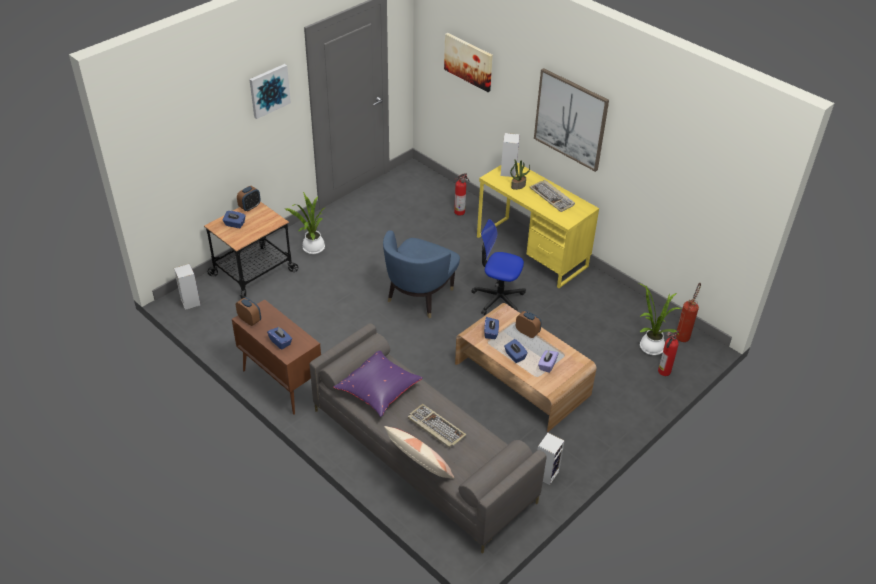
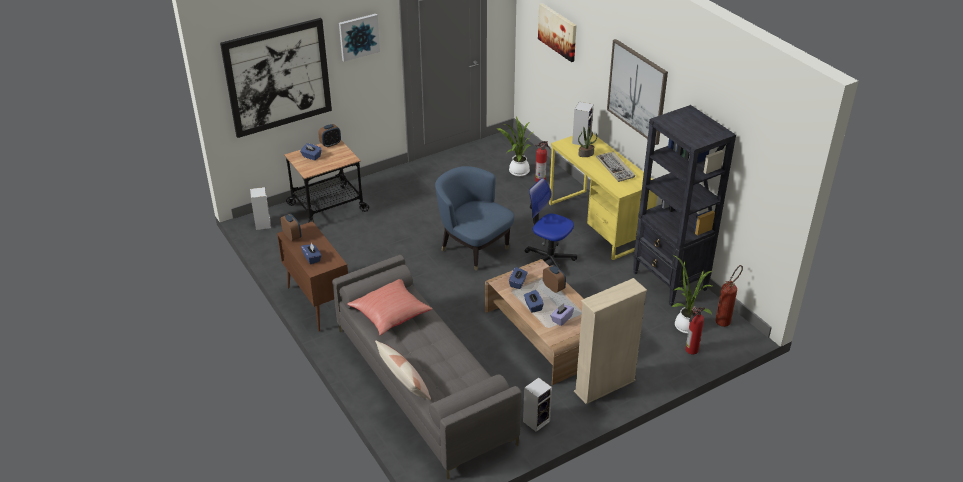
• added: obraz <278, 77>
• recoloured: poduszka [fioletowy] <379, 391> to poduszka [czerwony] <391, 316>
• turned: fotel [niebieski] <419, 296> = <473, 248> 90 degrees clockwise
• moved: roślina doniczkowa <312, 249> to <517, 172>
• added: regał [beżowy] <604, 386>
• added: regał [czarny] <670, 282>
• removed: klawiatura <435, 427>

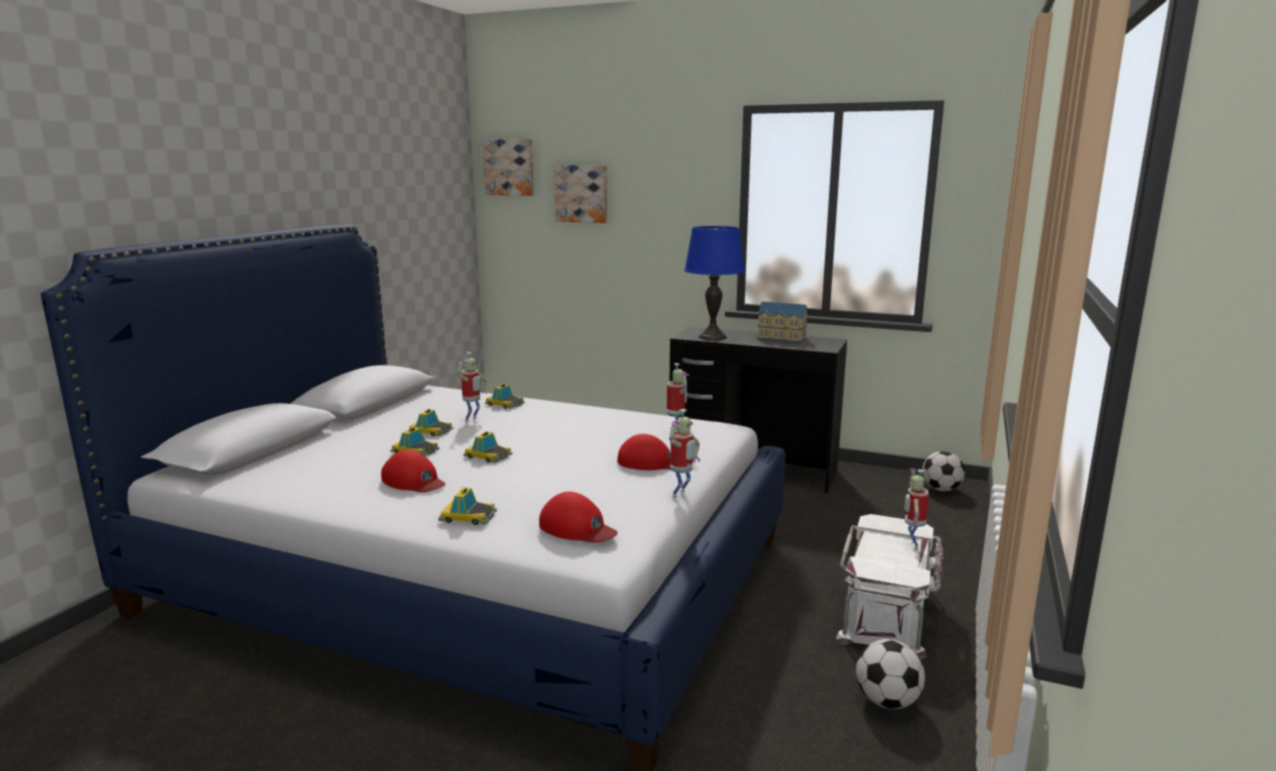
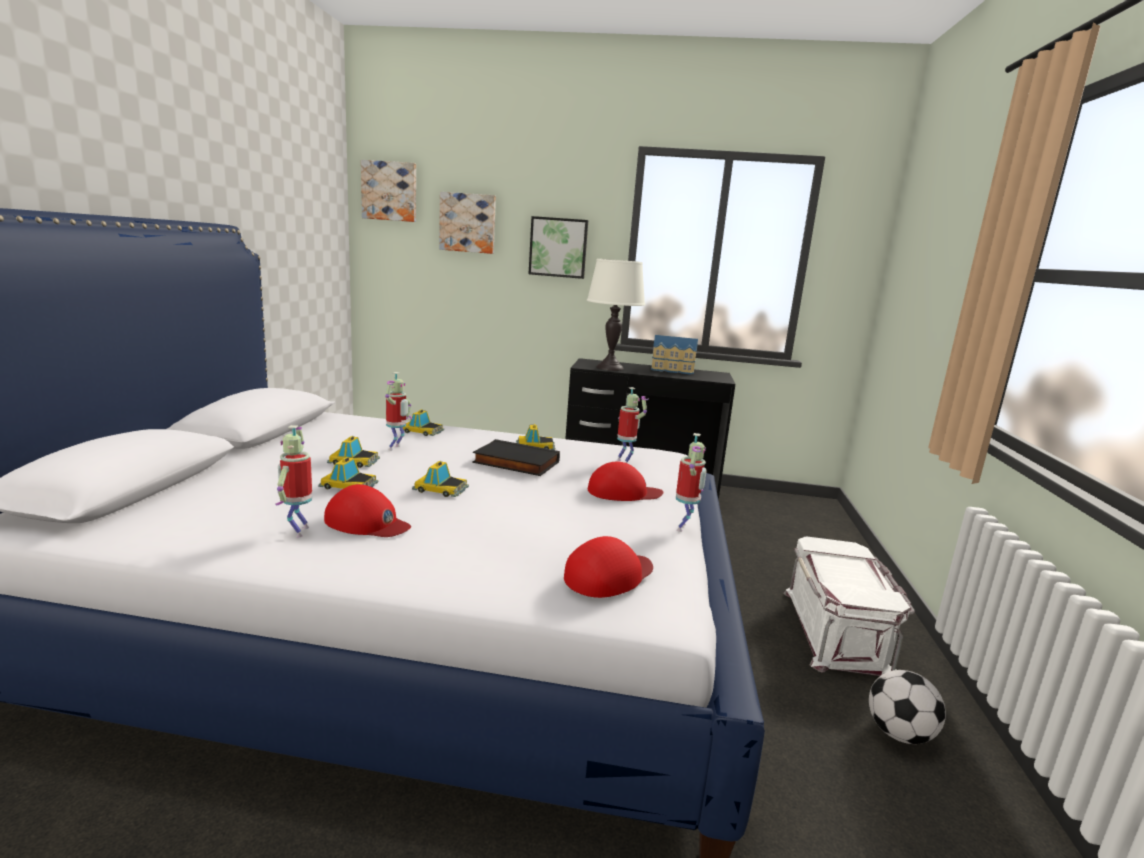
• moved: robot zabawkowy <912, 544> to <298, 531>
• added: książka [czarny] <515, 463>
• moved: samochodzik <468, 516> to <535, 446>
• added: obraz <558, 247>
• turned: czapka z daszkiem [czerwony] <577, 528> = <609, 576> 60 degrees counterclockwise
• recoloured: lampa stołowa [niebieski] <712, 337> to lampa stołowa [biały] <610, 368>
• removed: piłka futbolowa <941, 489>

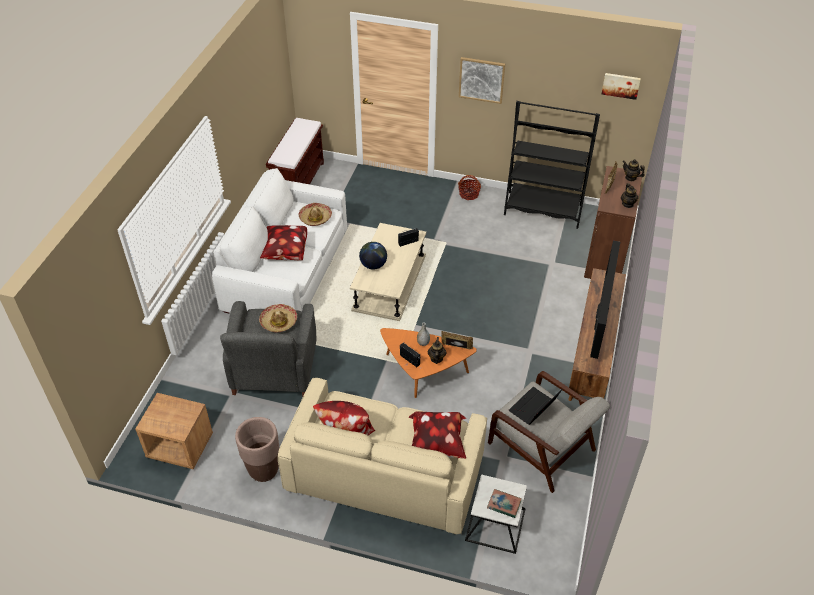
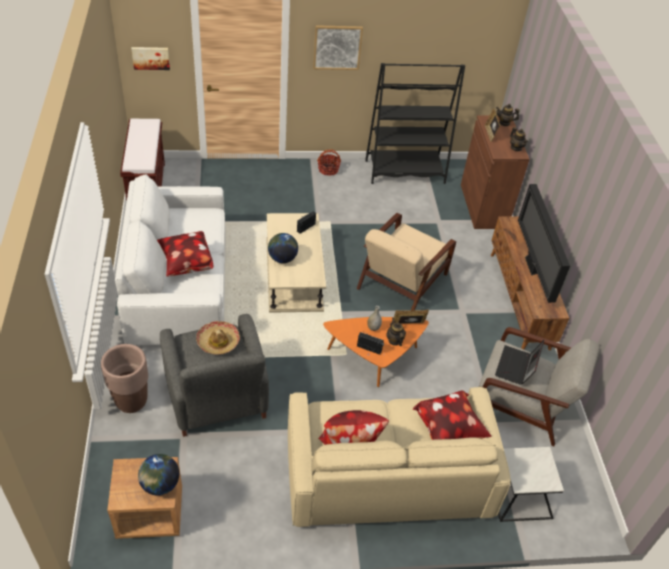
• moved: donica [brązowy] <263, 470> to <131, 401>
• moved: obraz <621, 85> to <151, 57>
• added: globus <160, 484>
• added: fotel [beżowy] <401, 282>
• removed: kapelusz <315, 218>
• removed: książka <504, 504>

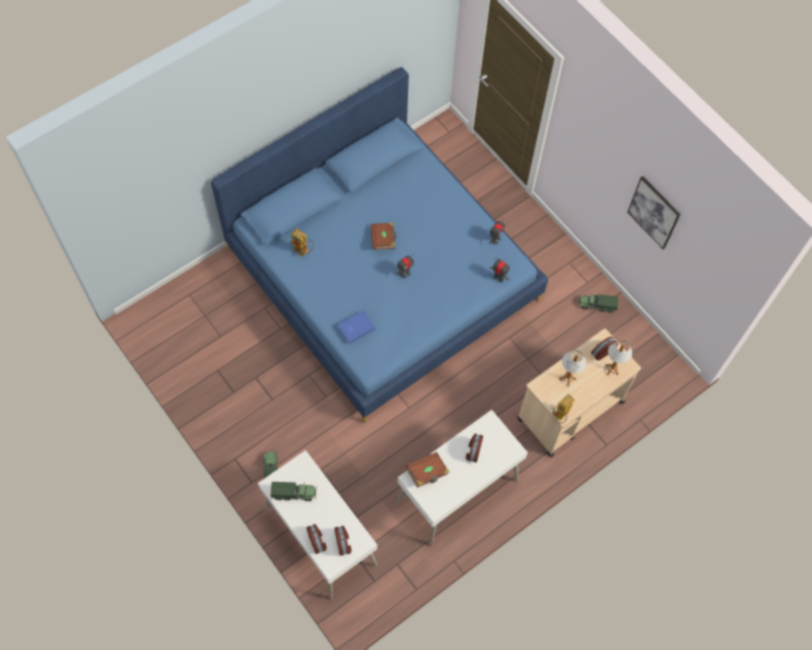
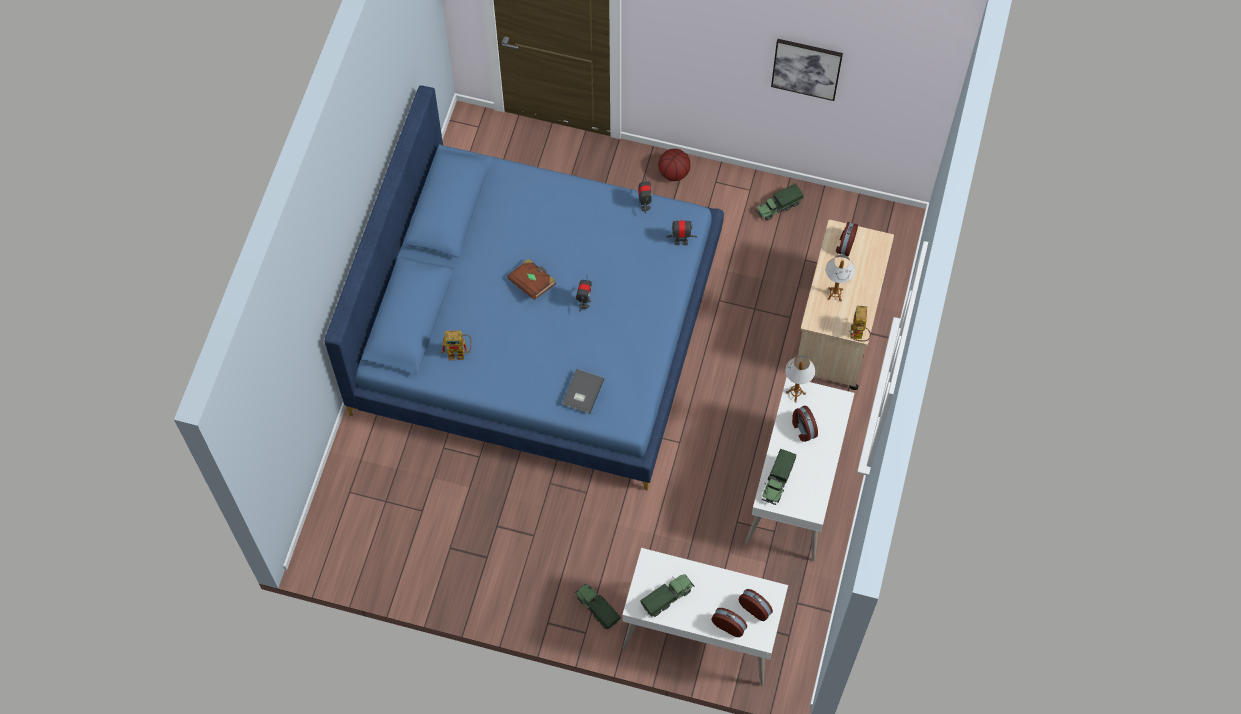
• recoloured: książka [niebieski] <355, 327> to książka [szary] <582, 392>
• added: piłka do koszykówki <674, 173>
• replaced: książka [brązowy] <427, 472> to ciężarówka zabawkowa <777, 482>
• moved: lampa stołowa <611, 370> to <795, 393>

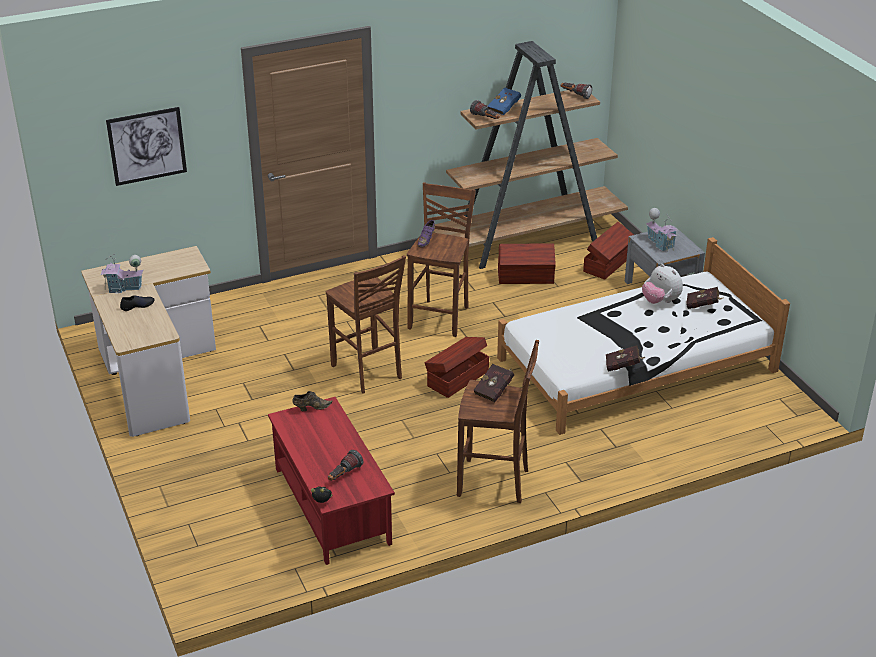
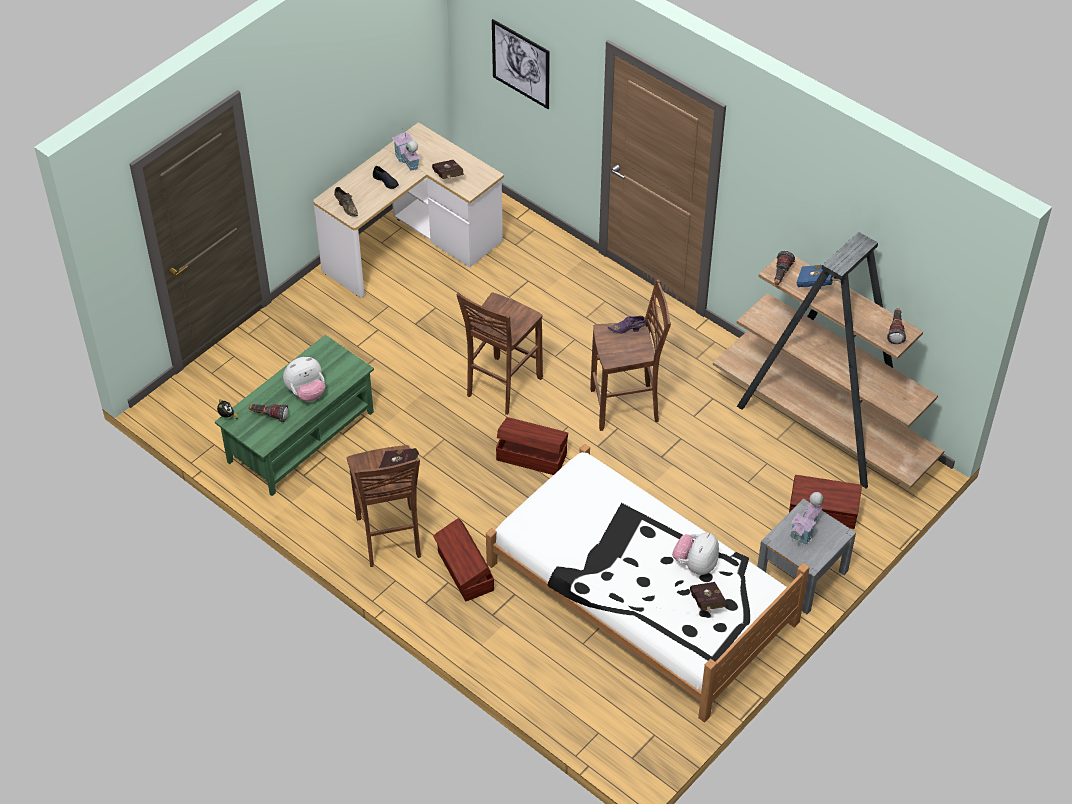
• recoloured: ława [czerwony] <331, 505> to ława [zielony] <301, 436>
• added: pluszak <306, 392>
• moved: but [brązowy] <311, 408> to <346, 207>
• moved: książka [czerwony] <623, 366> to <448, 177>
• moved: pojemnik do przechowywania [brązowy] <526, 277> to <465, 572>

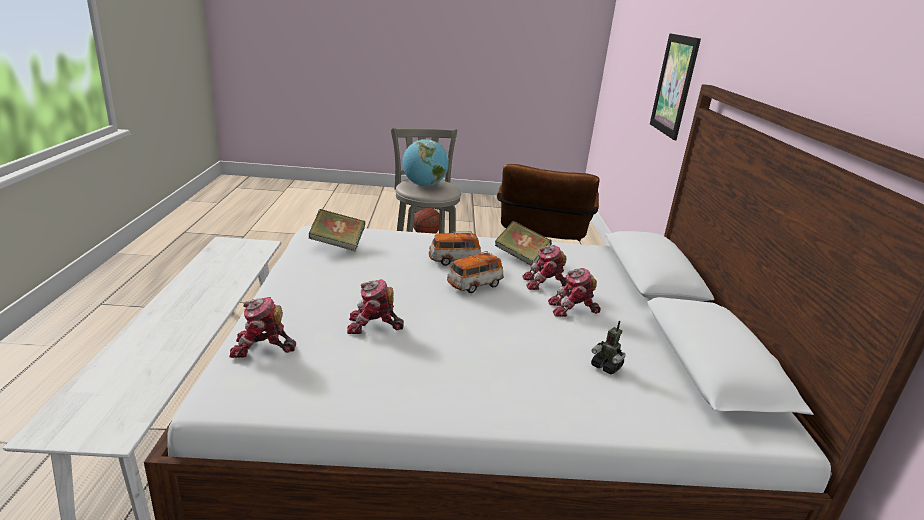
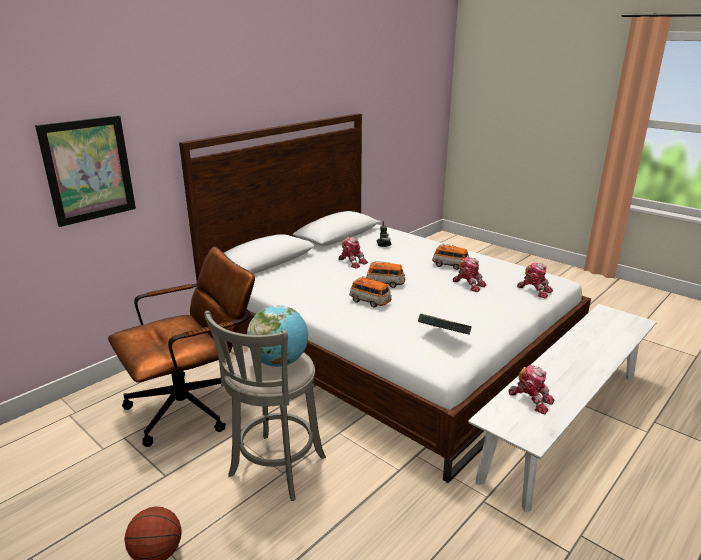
• added: samochodzik <450, 265>
• moved: robot zabawkowy <545, 284> to <531, 400>
• removed: książka <521, 257>

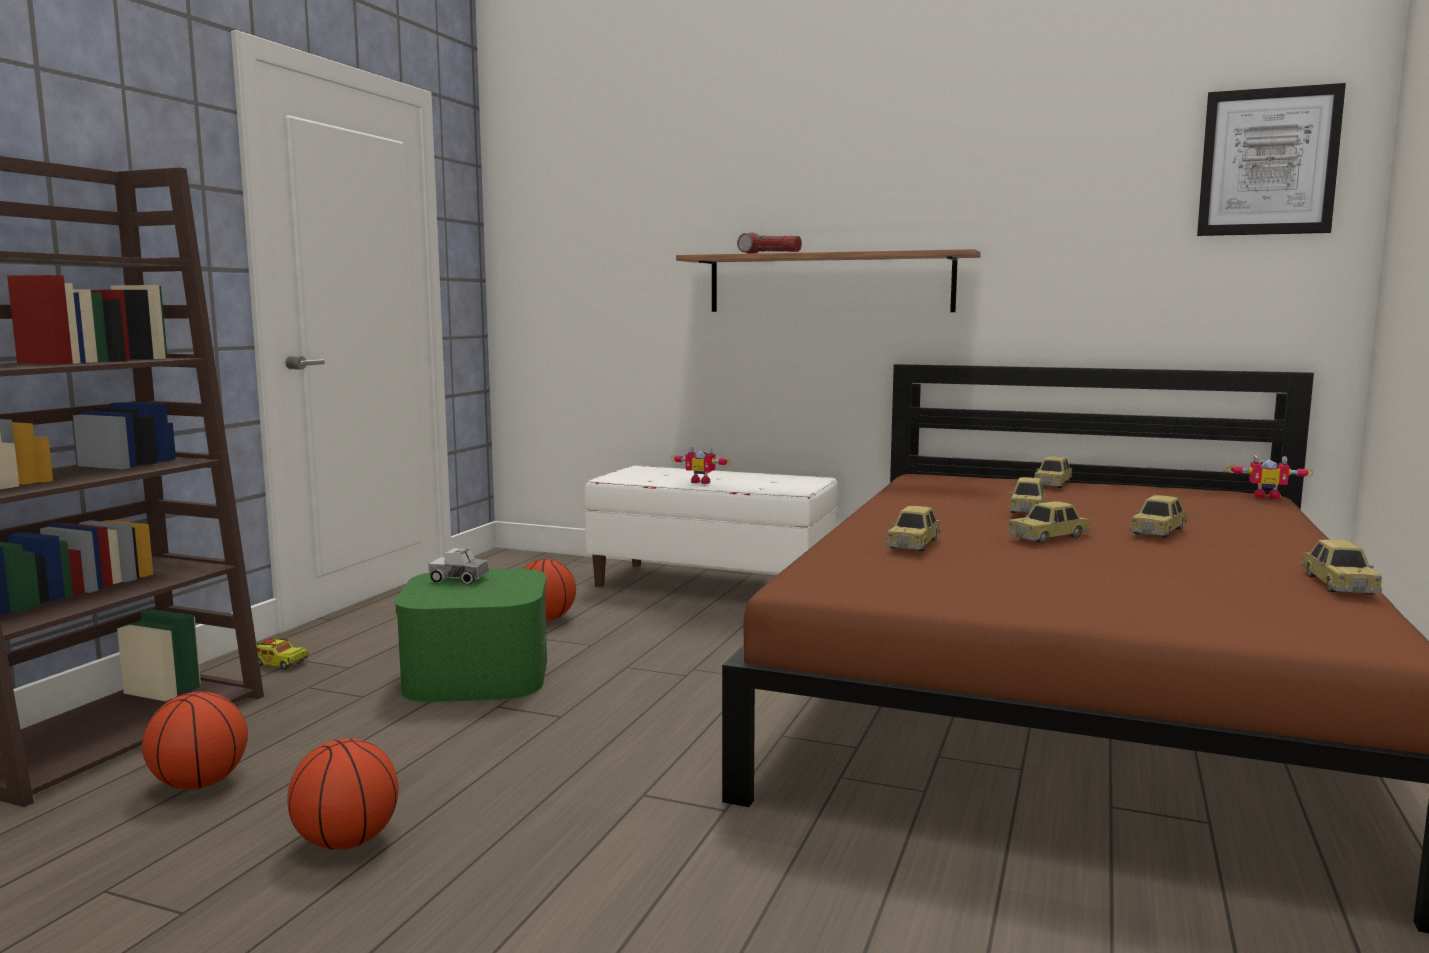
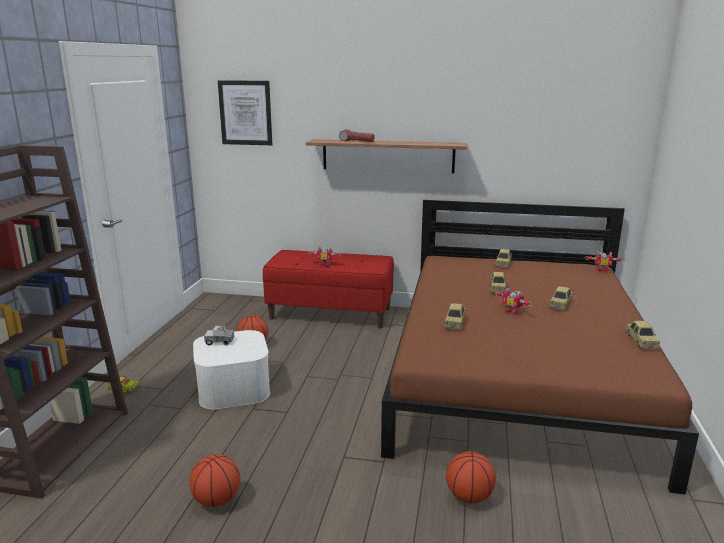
• recoloured: pojemnik do przechowywania [zielony] <476, 674> to pojemnik do przechowywania [biały] <233, 388>
• moved: obraz <1268, 162> to <245, 113>
• recoloured: ławka [biały] <713, 584> to ławka [czerwony] <331, 313>
• moved: piłka do koszykówki <200, 784> to <469, 497>
• replaced: samochodzik <1049, 537> to robot zabawkowy <513, 311>

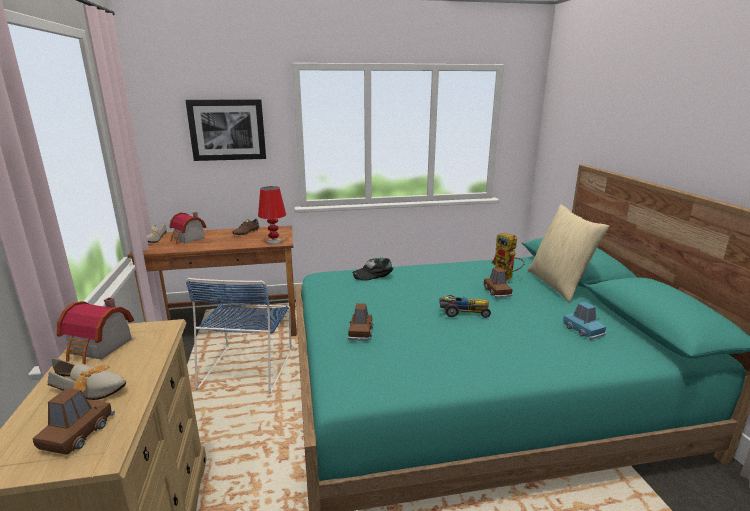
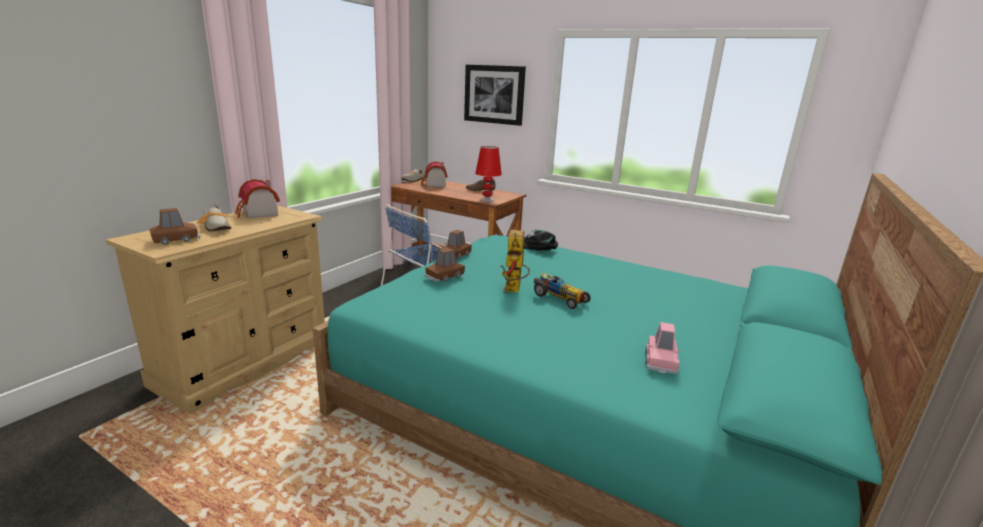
• moved: samochodzik [brązowy] <497, 292> to <455, 255>
• moved: robot zabawkowy <506, 278> to <514, 290>
• recoloured: samochodzik [niebieski] <583, 330> to samochodzik [różowy] <661, 361>
• removed: poduszka [beżowy] <558, 284>

